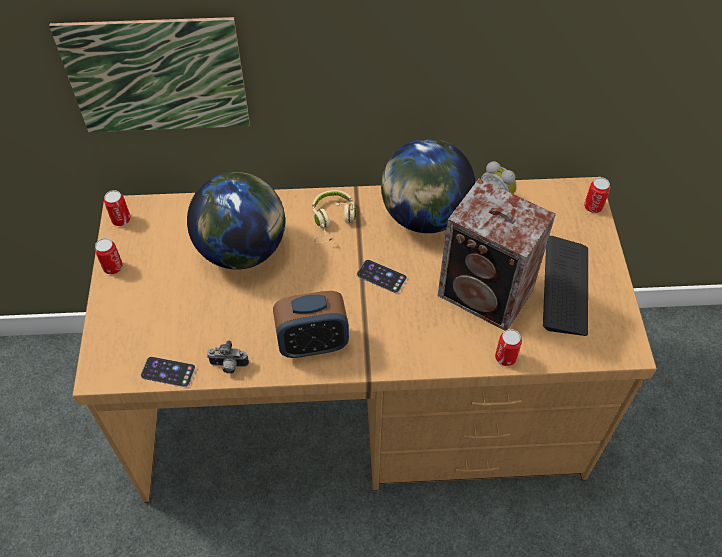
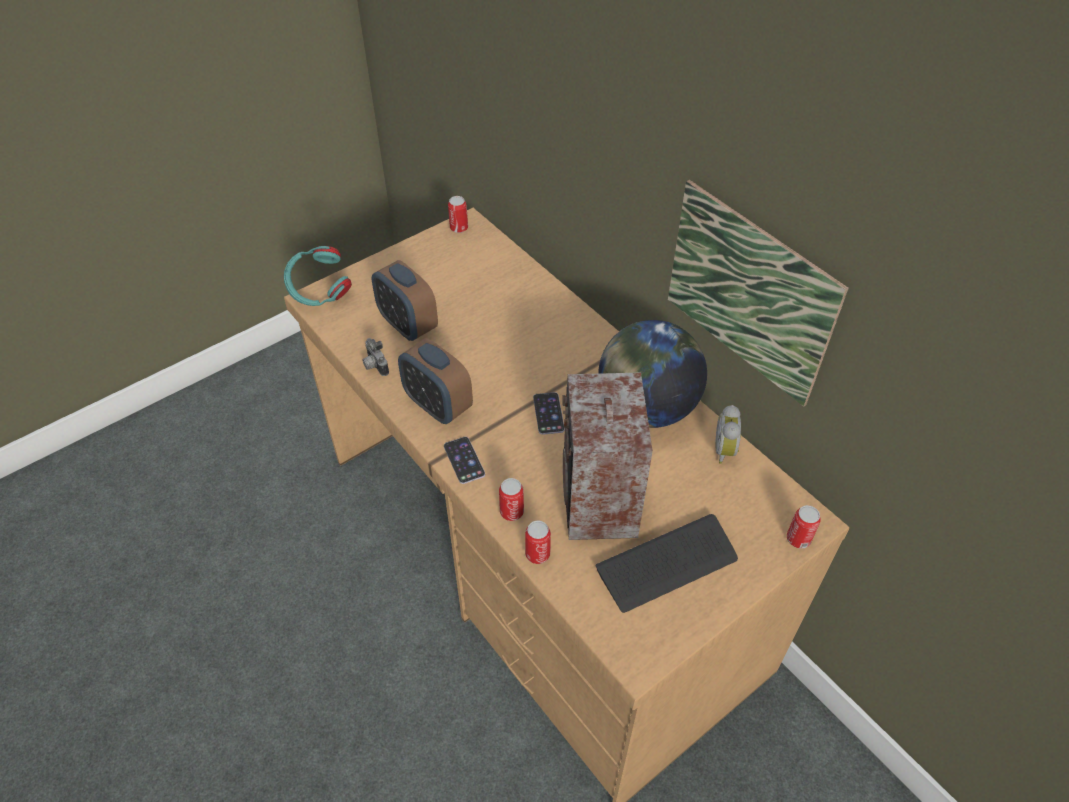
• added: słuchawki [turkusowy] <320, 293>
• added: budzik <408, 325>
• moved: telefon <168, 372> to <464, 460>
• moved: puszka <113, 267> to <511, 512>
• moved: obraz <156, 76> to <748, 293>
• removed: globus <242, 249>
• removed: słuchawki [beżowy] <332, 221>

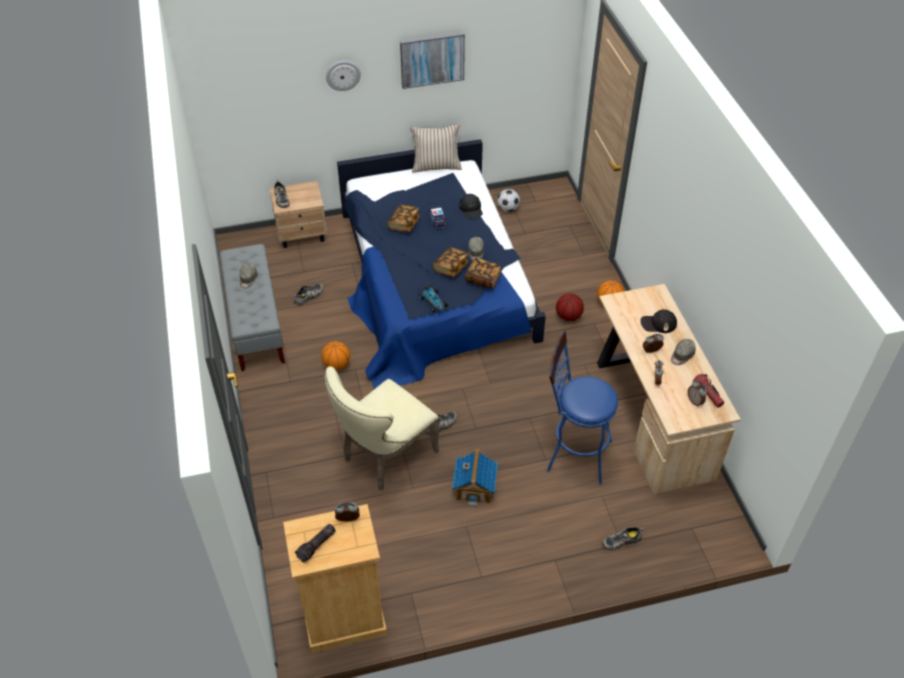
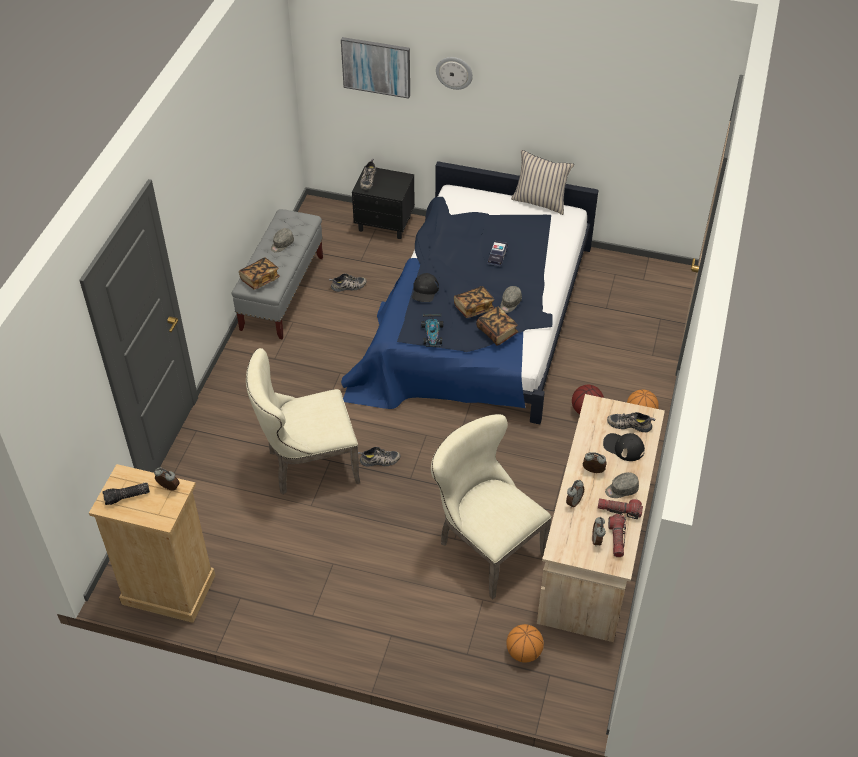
• moved: książka <403, 224> to <260, 279>
• moved: obraz <432, 59> to <376, 66>
• recoloured: szafka nocna [beżowy] <302, 234> to szafka nocna [czarny] <385, 224>
• moved: czapka z daszkiem [czarny] <471, 209> to <425, 291>
• replaced: stołek [niebieski] <573, 454> to krzesło [beżowy] <485, 546>
• moved: piłka do koszykówki <336, 365> to <523, 652>
• added: latarka <619, 510>
• moved: but <621, 540> to <630, 424>
• removed: domek <474, 487>
• removed: piłka futbolowa <508, 209>

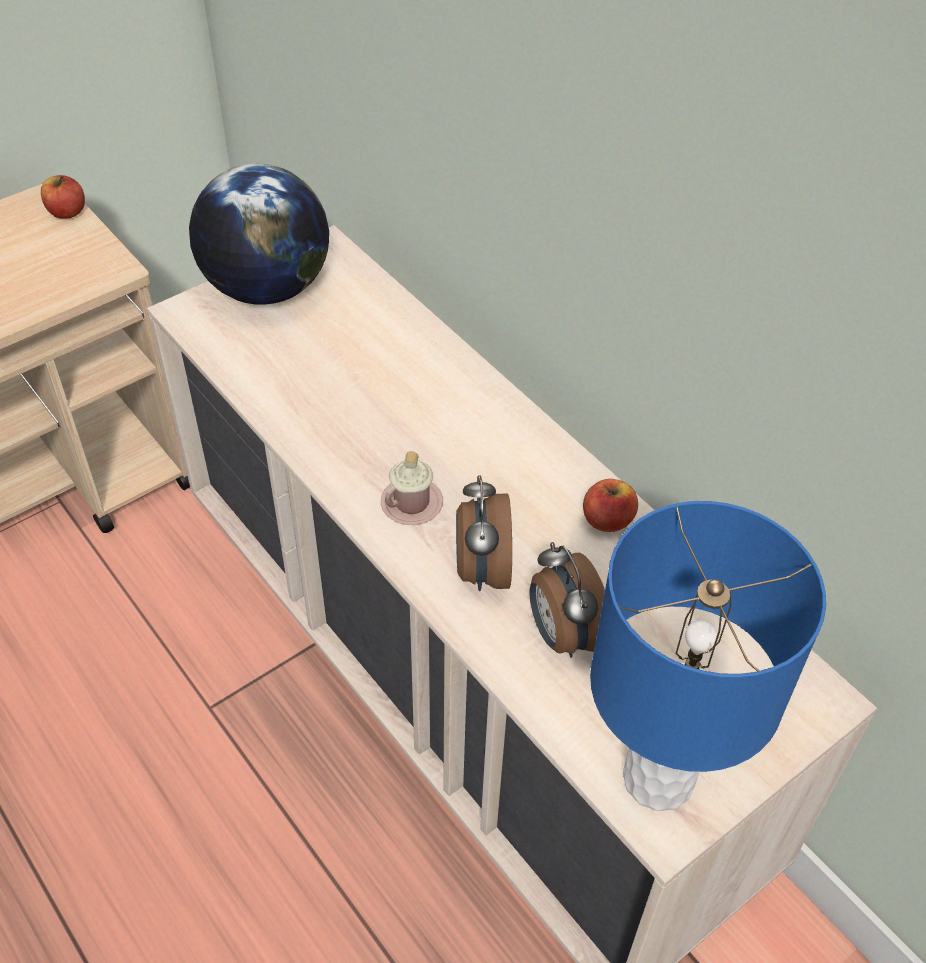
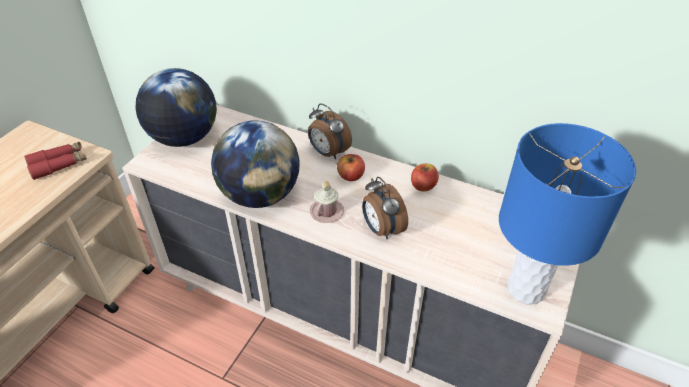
• added: lornetka [czerwony] <59, 164>
• added: globus <260, 195>
• moved: budzik <563, 635> to <328, 153>
• moved: jabłko <67, 212> to <351, 176>

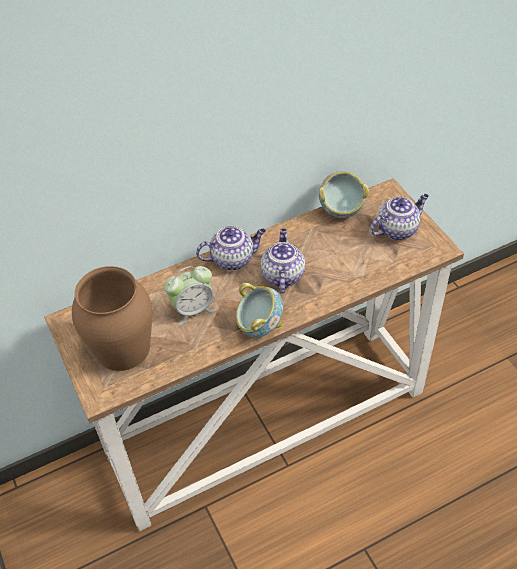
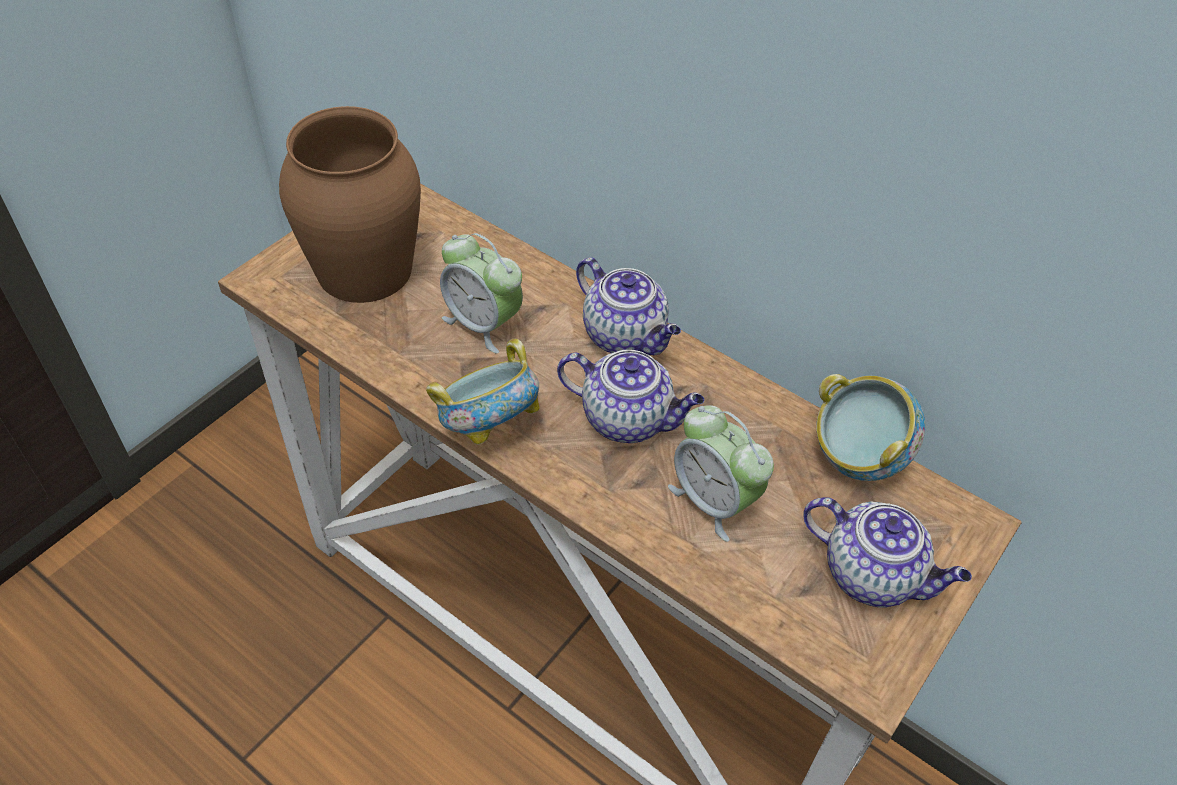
• turned: imbryk <282, 275> = <628, 419> 45 degrees clockwise
• added: budzik <713, 501>

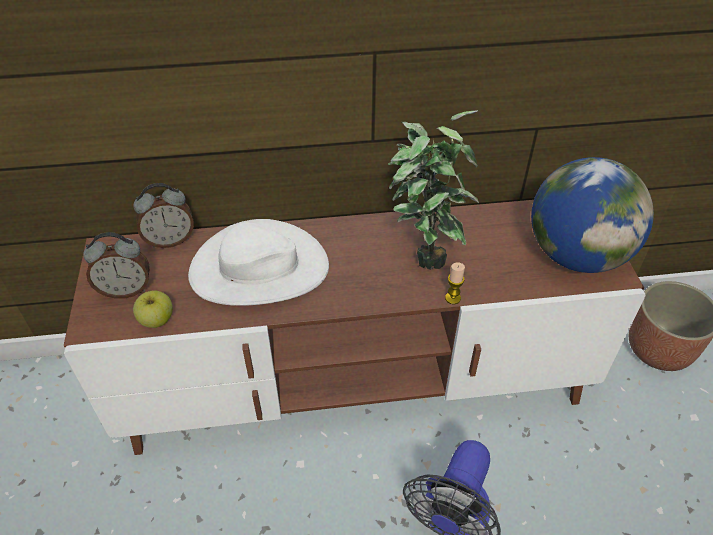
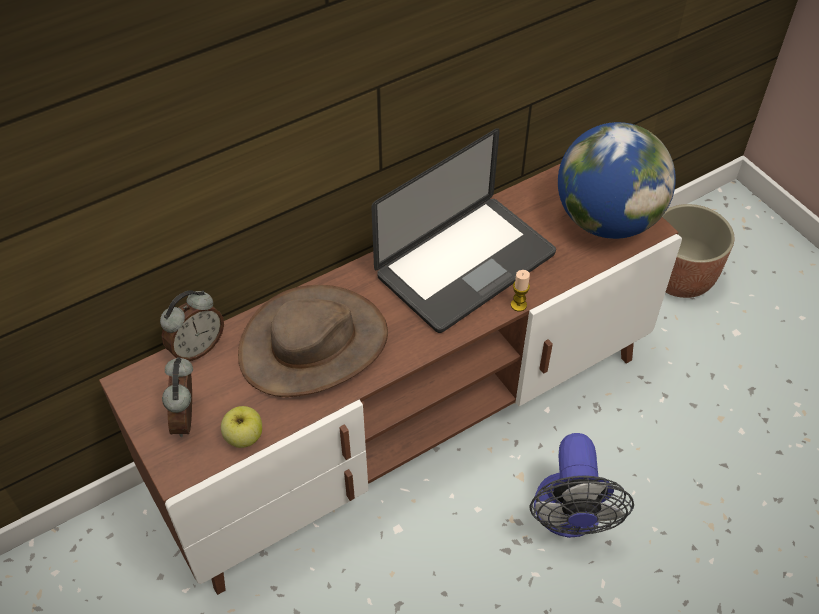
• turned: budzik <126, 290> = <188, 418> 120 degrees clockwise
• recoloured: kapelusz [biały] <259, 269> to kapelusz [brązowy] <314, 345>
• replaced: roślina doniczkowa <424, 250> to laptop <466, 265>

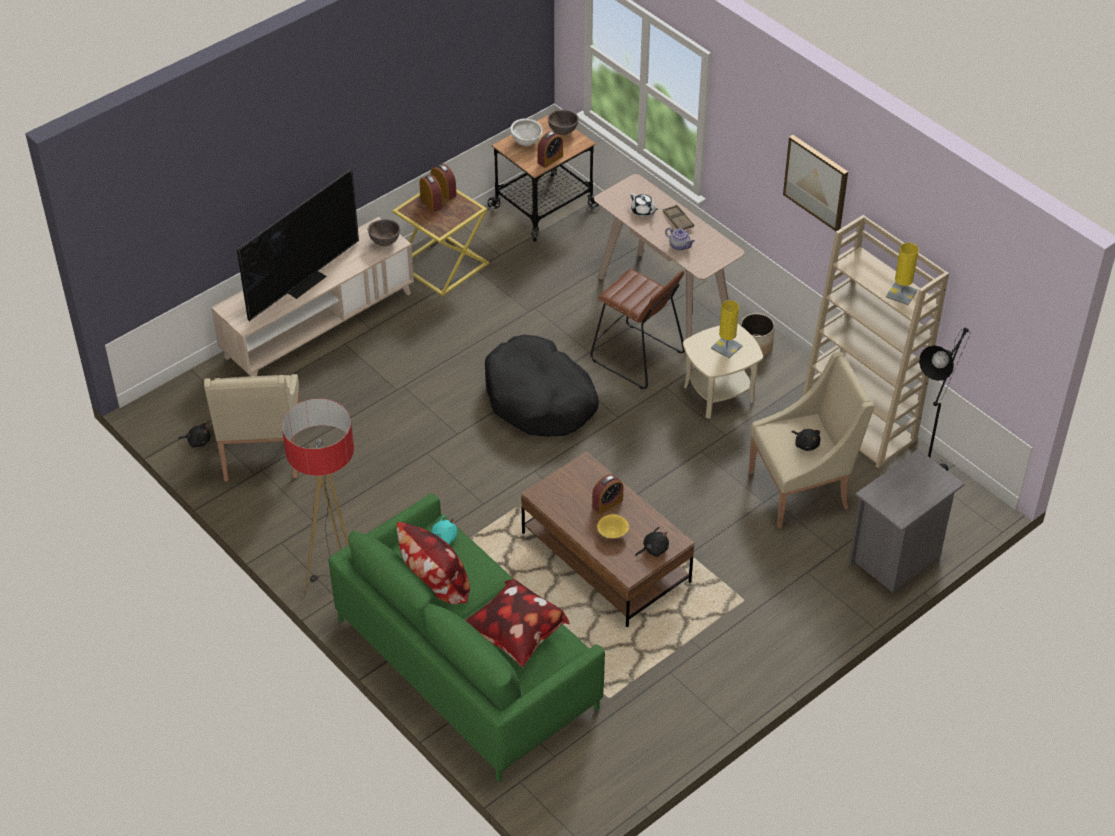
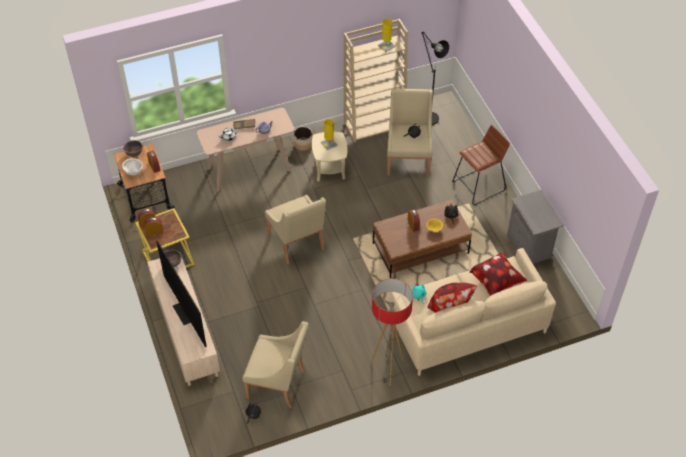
• replaced: legowisko [czarny] <540, 399> to fotel [beżowy] <297, 243>
• recoloured: kanapa [zielony] <466, 663> to kanapa [beżowy] <467, 326>
• moved: stołek [brązowy] <637, 357> to <478, 186>
• moved: szafka nocna [szary] <896, 559> to <530, 248>
• removed: obraz <816, 182>

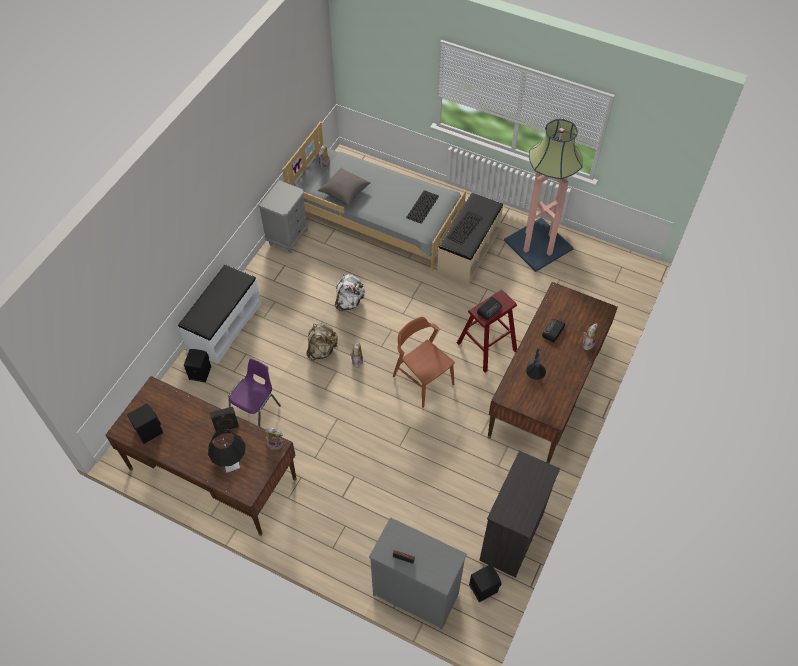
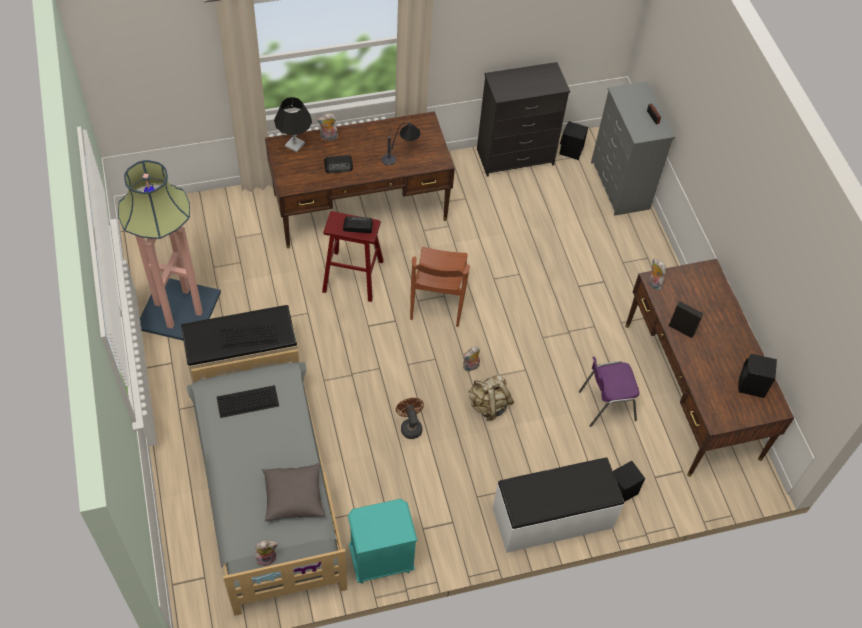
• moved: lampa stołowa [czarny] <232, 464> to <295, 144>
• recoloured: szafka nocna [szary] <288, 237> to szafka nocna [turkusowy] <380, 560>
• replaced: plecak [biały] <349, 301> to wentylator [brązowy] <410, 426>

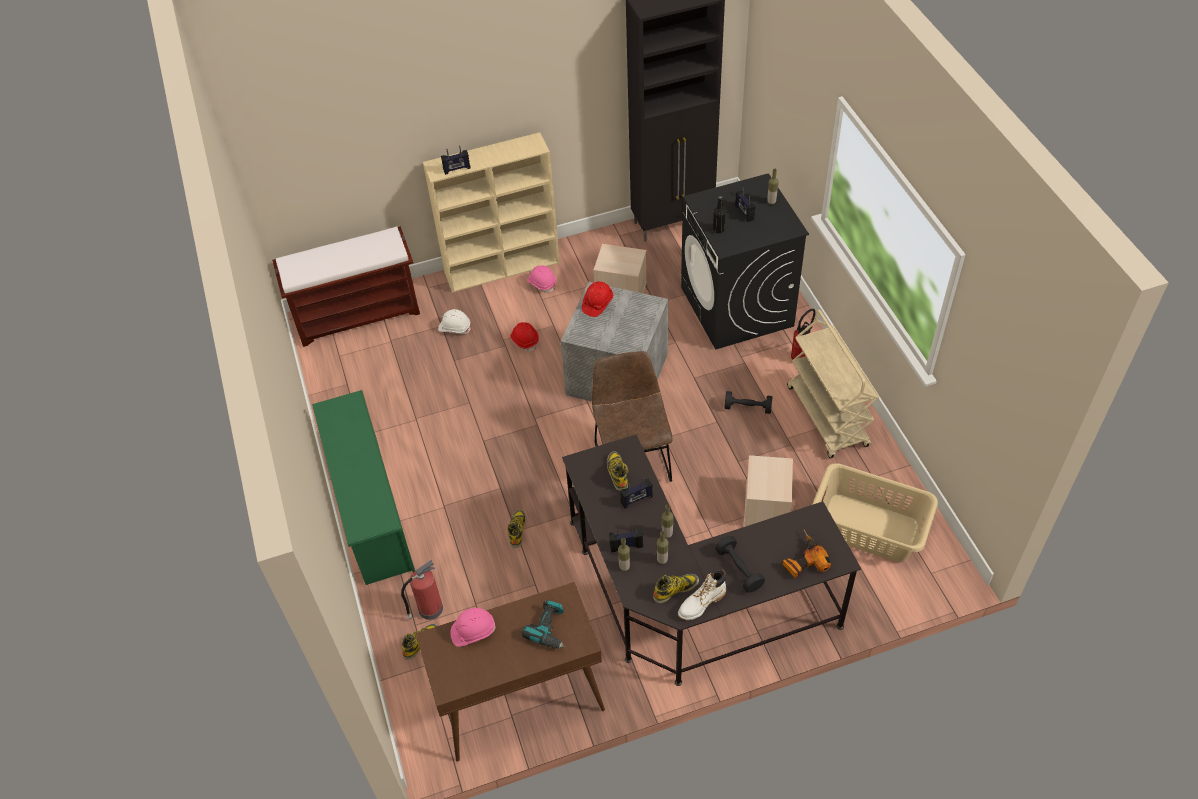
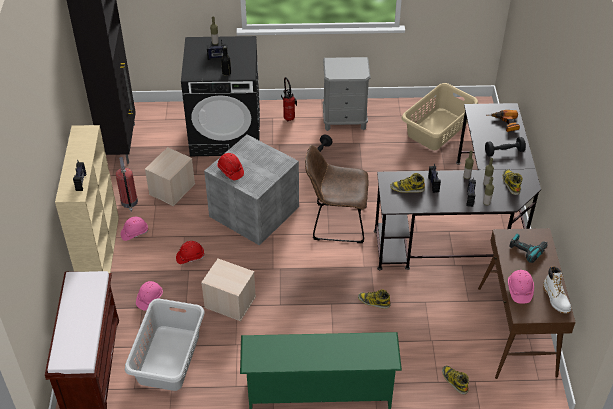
• moved: gaśnica <429, 609> to <129, 202>
• added: kosz na pranie [szary] <168, 358>
• recoloured: kask [biały] <455, 328> to kask [różowy] <149, 299>
• moved: pojemnik do przechowywania [beżowy] <765, 506> to <229, 302>
• replaced: wózek [beżowy] <828, 417> to szafka nocna [szary] <345, 120>
• moved: but z cholewką [biały] <701, 603> to <556, 299>

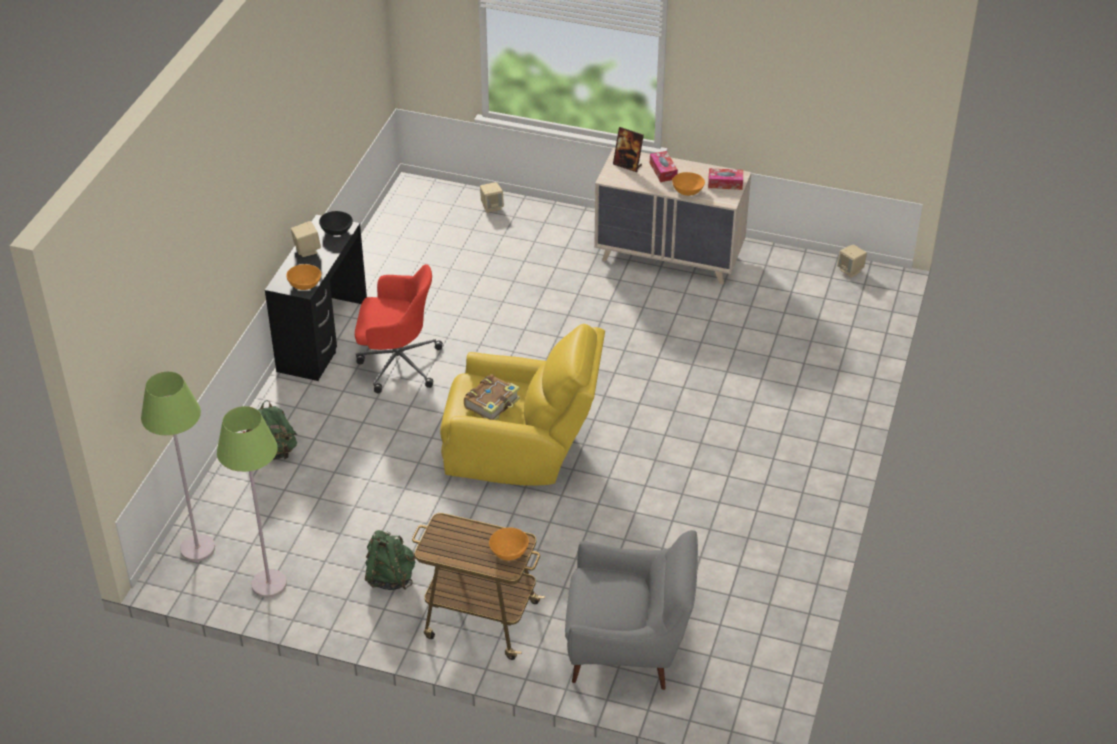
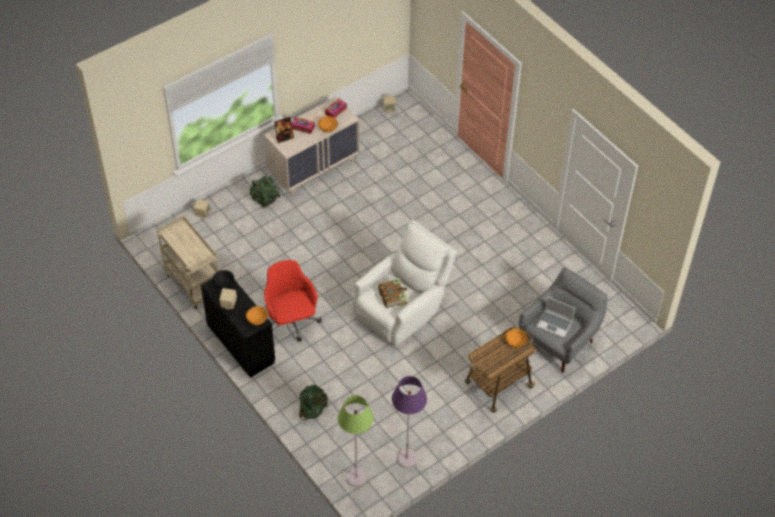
• added: wózek [beżowy] <192, 283>
• moved: plecak [zielony] <390, 577> to <264, 199>
• turned: krzesło biurowe [czerwony] <397, 363> = <291, 322> 60 degrees counterclockwise
• recoloured: fotel [żółty] <521, 452> to fotel [biały] <402, 308>
• recoloured: lampa stojąca [zielony] <269, 584> to lampa stojąca [fioletowy] <406, 458>
• added: laptop <555, 324>

